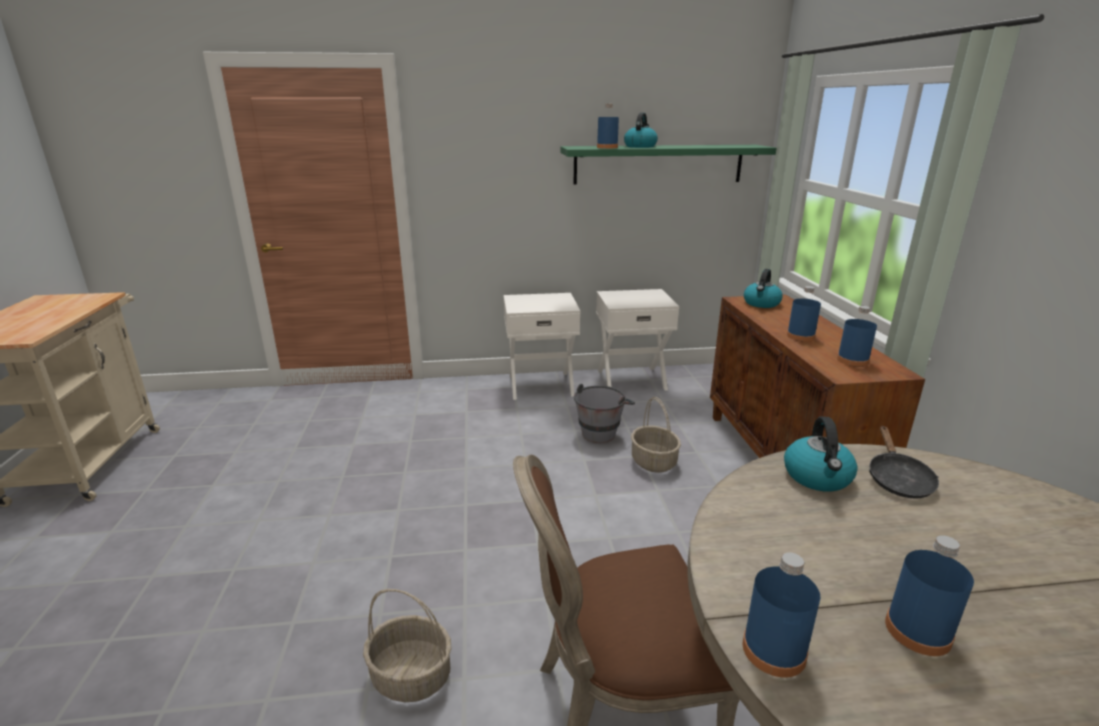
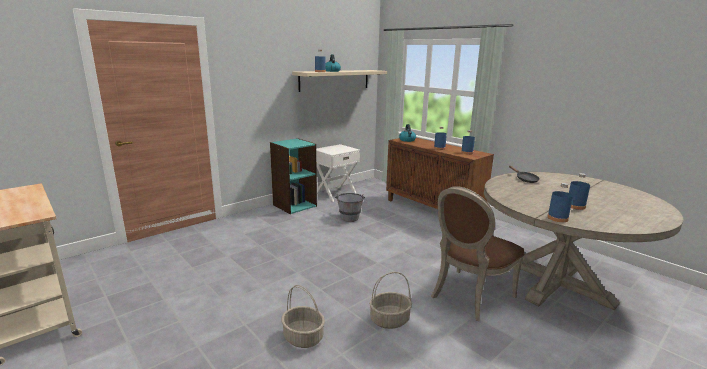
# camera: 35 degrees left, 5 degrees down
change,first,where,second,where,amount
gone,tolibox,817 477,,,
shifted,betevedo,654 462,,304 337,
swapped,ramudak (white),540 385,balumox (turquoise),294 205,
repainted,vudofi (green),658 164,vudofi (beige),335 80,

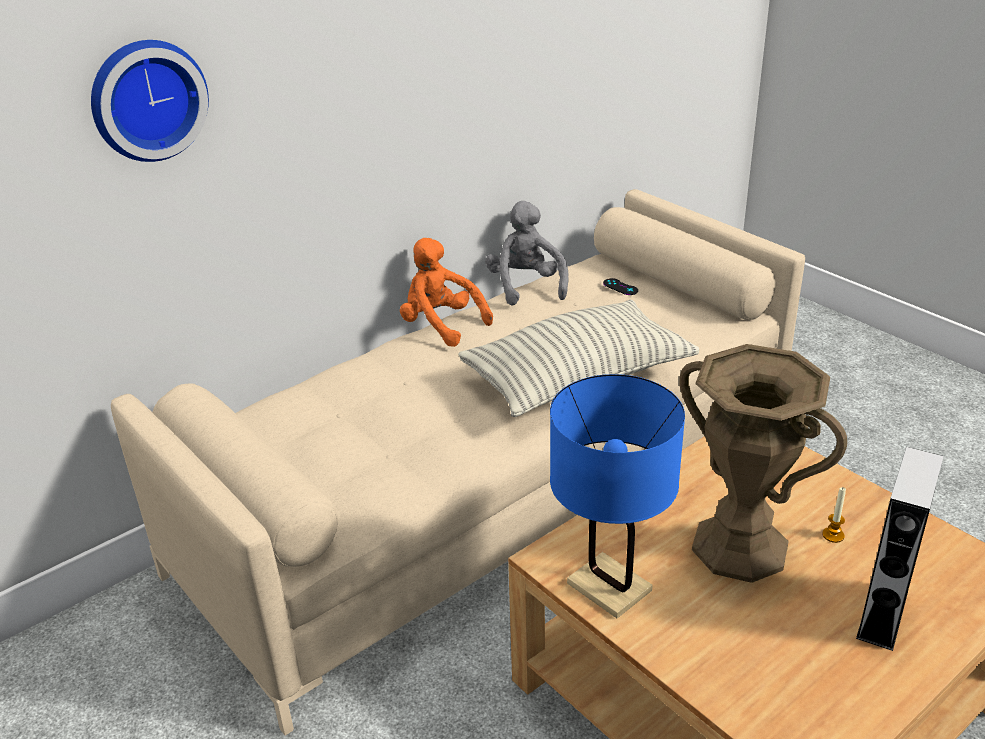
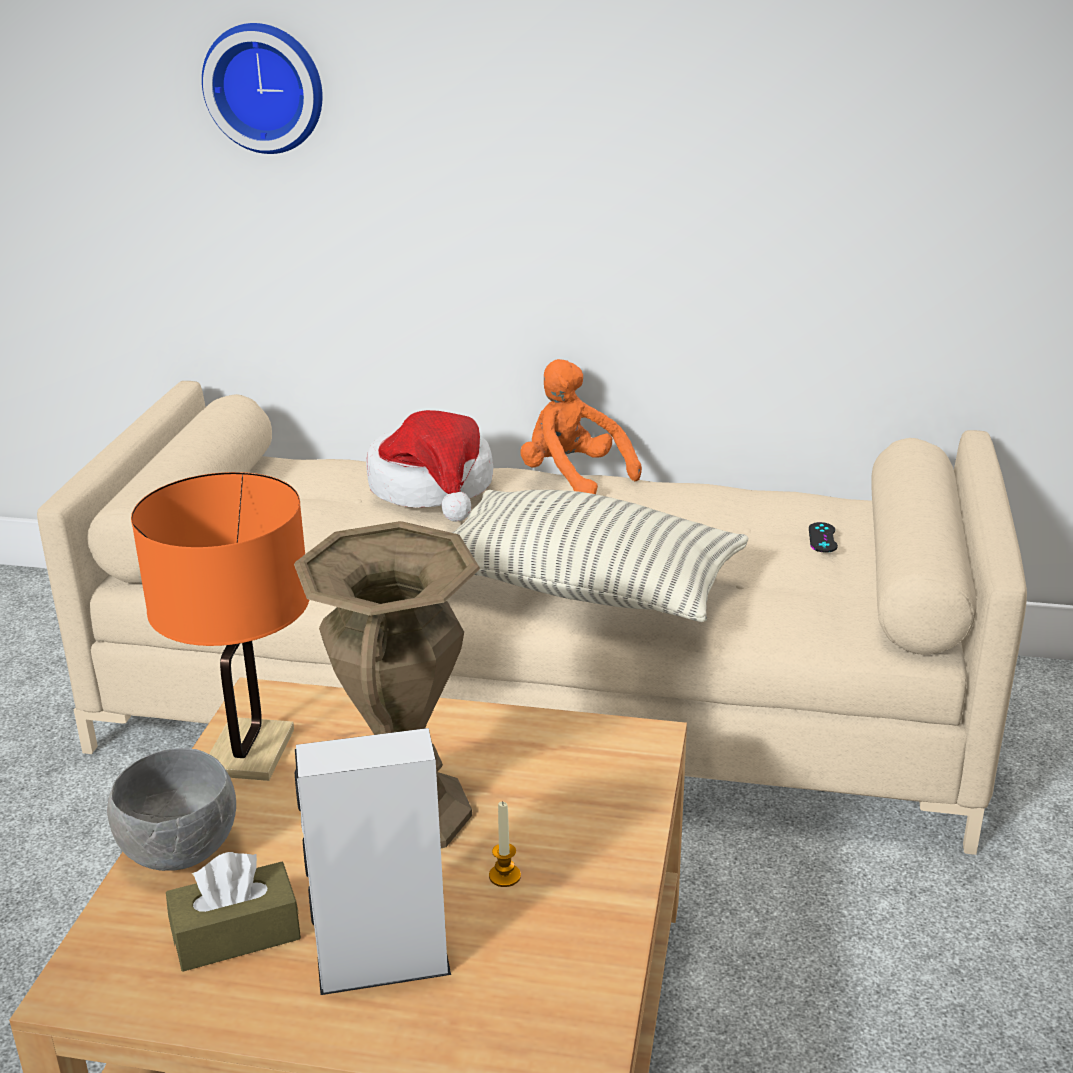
# camera: 50 degrees right, 5 degrees down
change,first,where,second,where,amount
gone,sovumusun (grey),526 286,,,
new,,,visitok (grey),183 851,
new,,,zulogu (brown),236 934,
new,,,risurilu,433 487,
repainted,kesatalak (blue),608 586,kesatalak (orange),249 751,
rotated,sovumusun (orange),441 325,,573 477,45 degrees counterclockwise

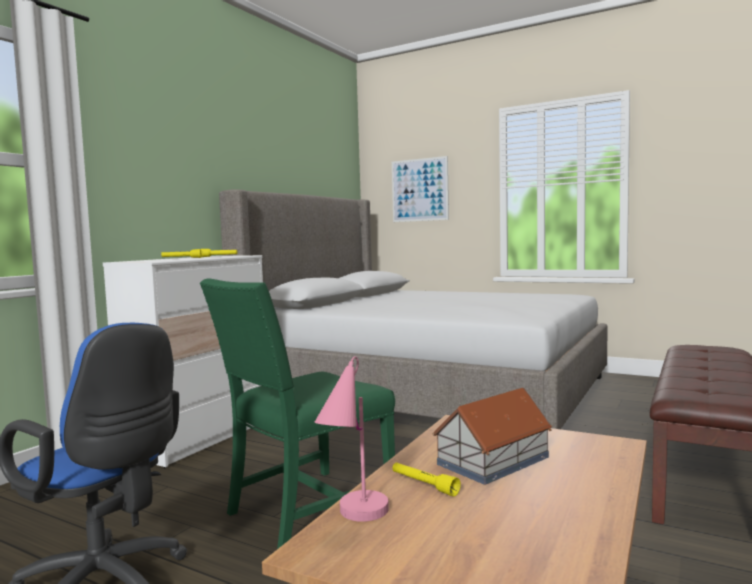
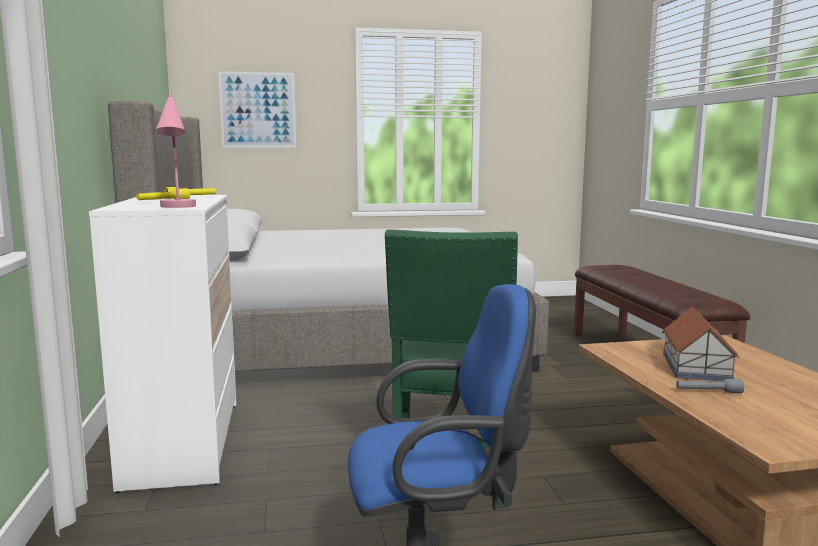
# camera: 40 degrees left, 5 degrees up
change,first,where,second,where,amount
shifted,kesatalak (pink),353 520,,177 207,
repainted,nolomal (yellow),424 485,nolomal (grey),708 392,

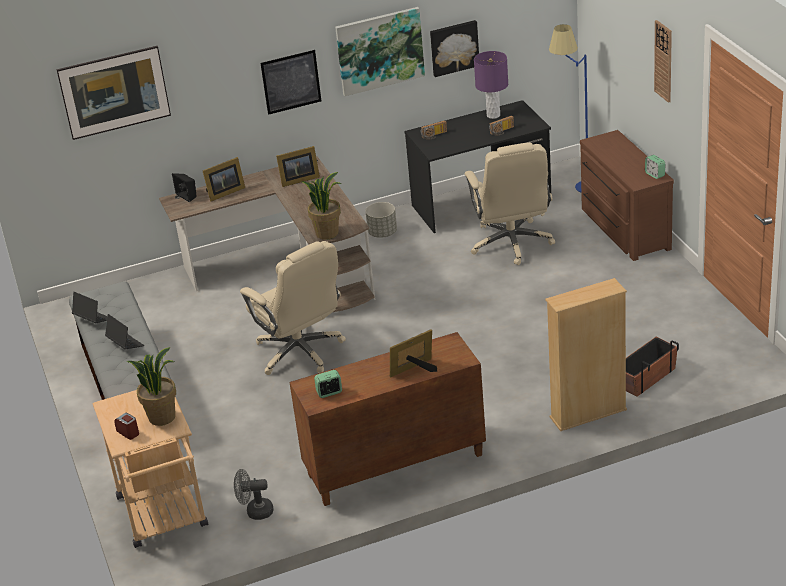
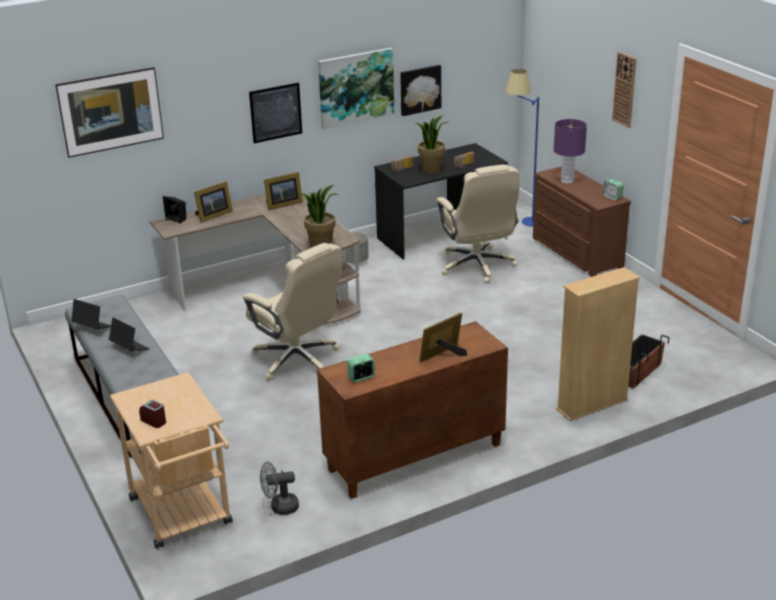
# camera: 10 degrees left, 5 degrees down
change,first,where,second,where,amount
shifted,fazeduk,162 417,,431 170,
shifted,kesatalak (purple),493 115,,567 181,

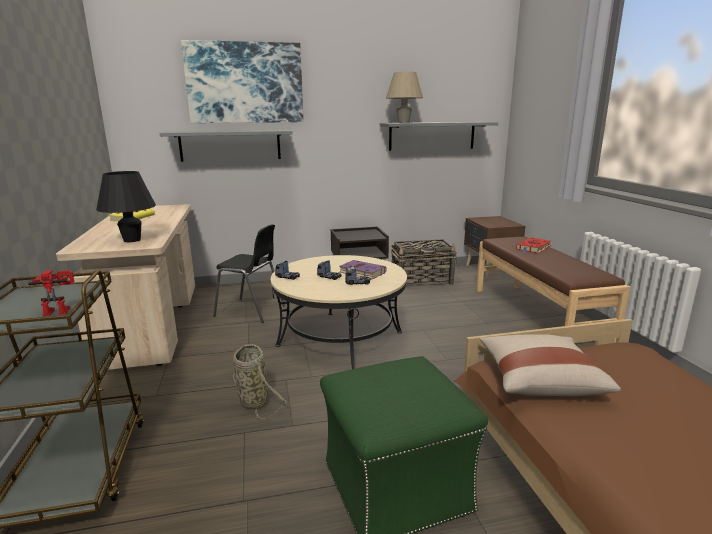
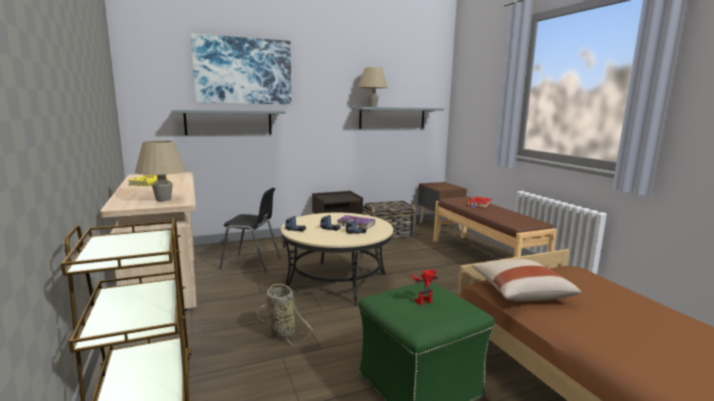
# camera: 10 degrees left, 5 degrees down
change,first,where,second,where,amount
shifted,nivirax,59 310,,423 300,
repainted,kesatalak (black),132 240,kesatalak (beige),163 199,

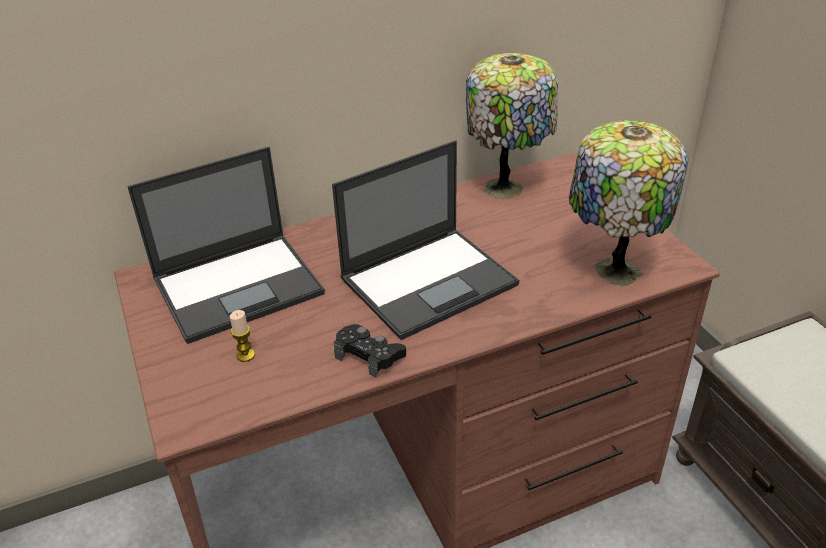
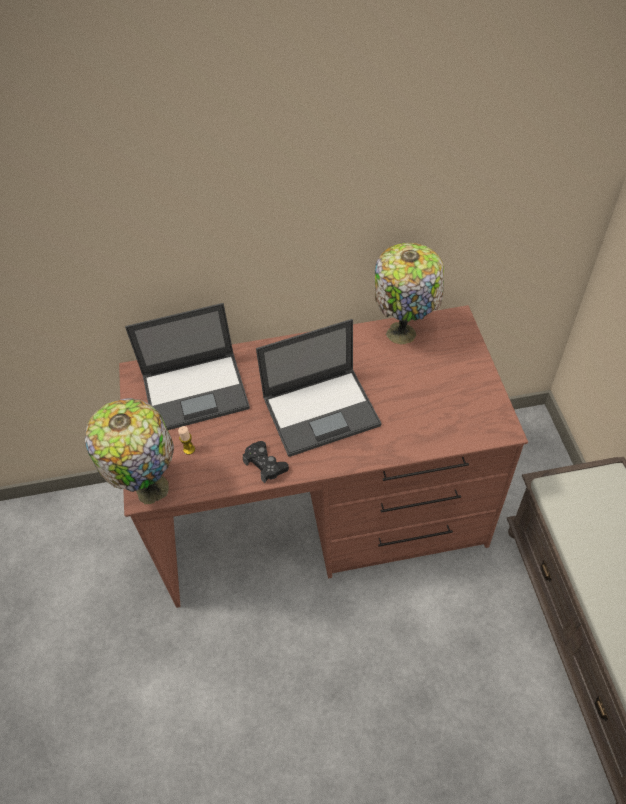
# camera: 15 degrees right, 15 degrees up
change,first,where,second,where,amount
shifted,kesatalak,613 270,,149 487,

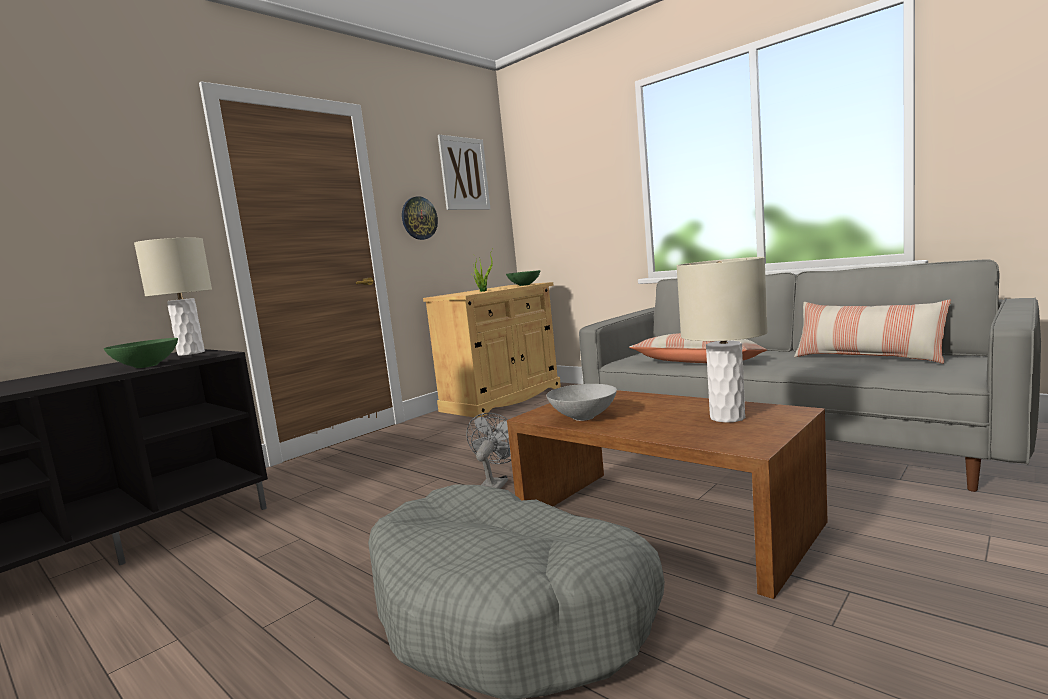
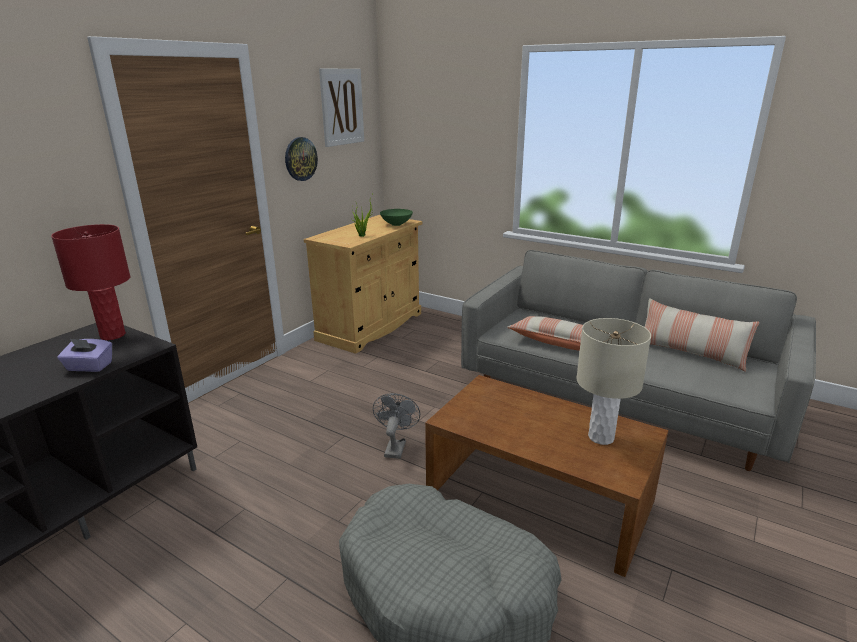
# camera: 10 degrees left, 15 degrees up
change,first,where,second,where,amount
gone,visitok (grey),583 417,,,
swapped,visitok (green),147 366,zulogu (purple),89 367,
repainted,kesatalak (beige),191 353,kesatalak (red),113 335,

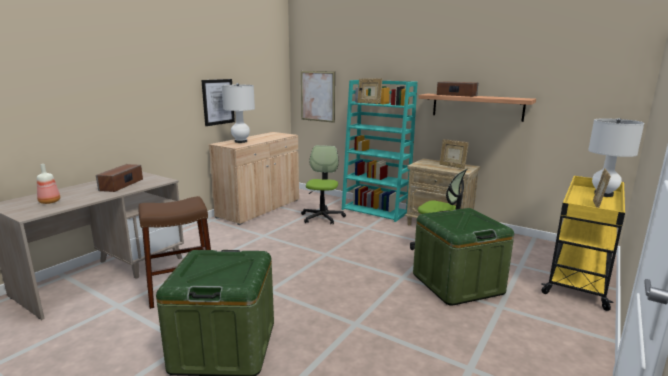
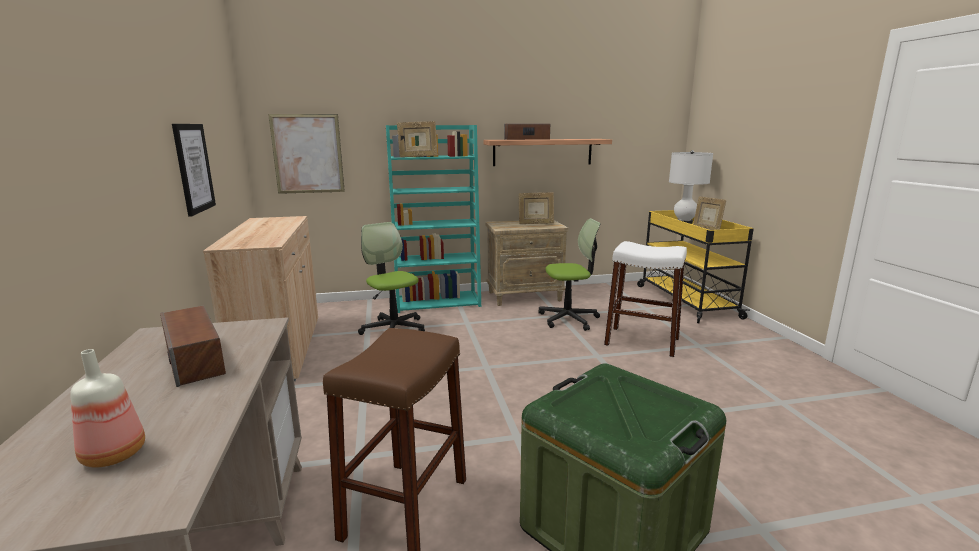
# camera: 45 degrees left, 0 degrees up
change,first,where,second,where,amount
gone,kesatalak (white),241 141,,,
swapped,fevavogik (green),457 283,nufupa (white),641 341,

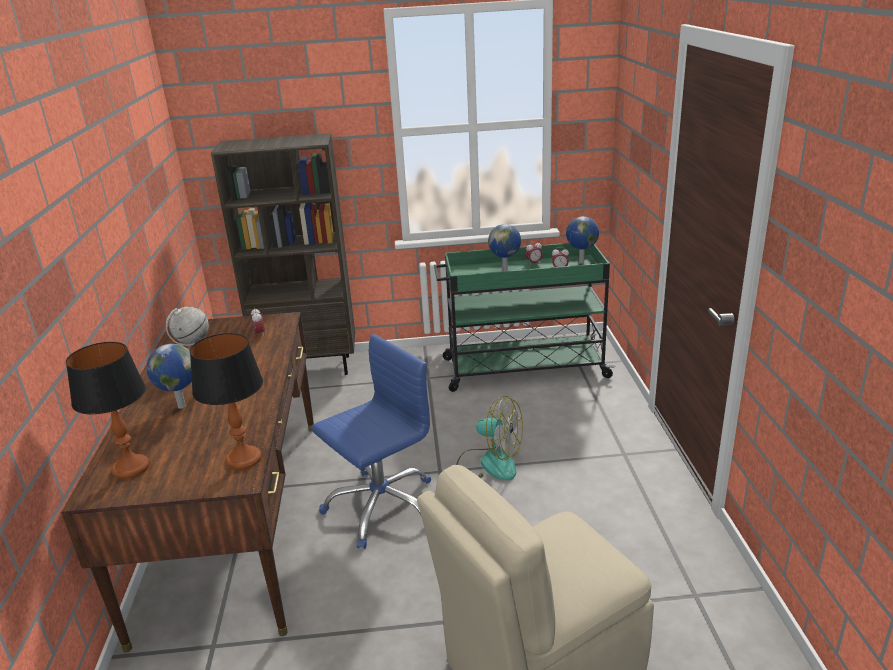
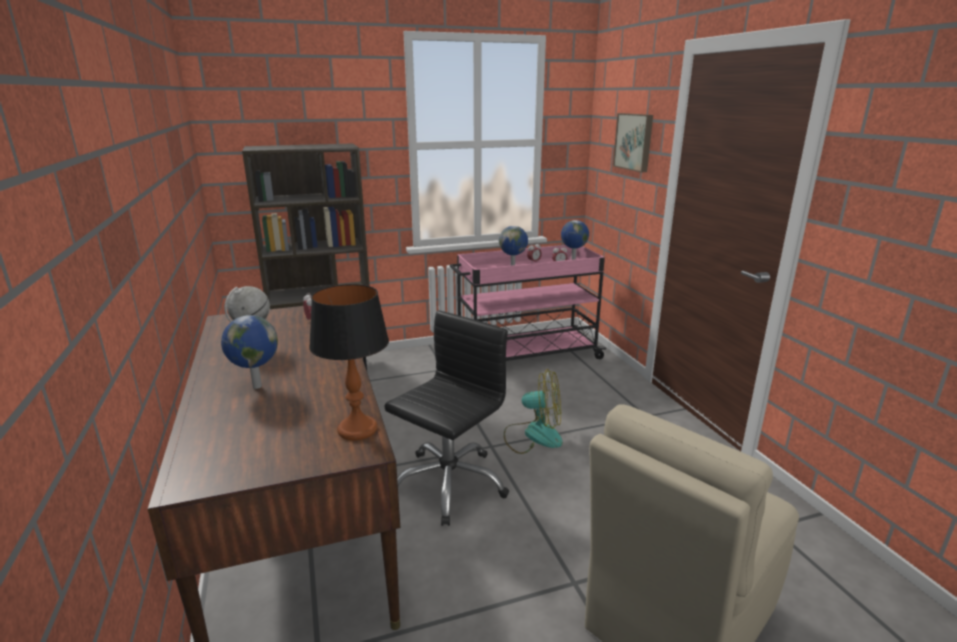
# camera: 15 degrees left, 5 degrees down
change,first,where,second,where,amount
gone,kesatalak,131 467,,,
new,,,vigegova,634 142,
repainted,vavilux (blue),381 506,vavilux (black),449 483,
repainted,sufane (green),522 368,sufane (pink),525 356,

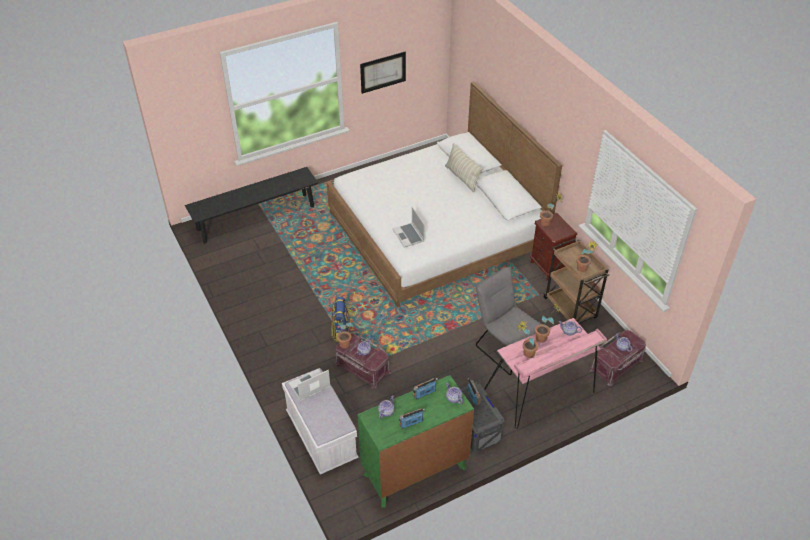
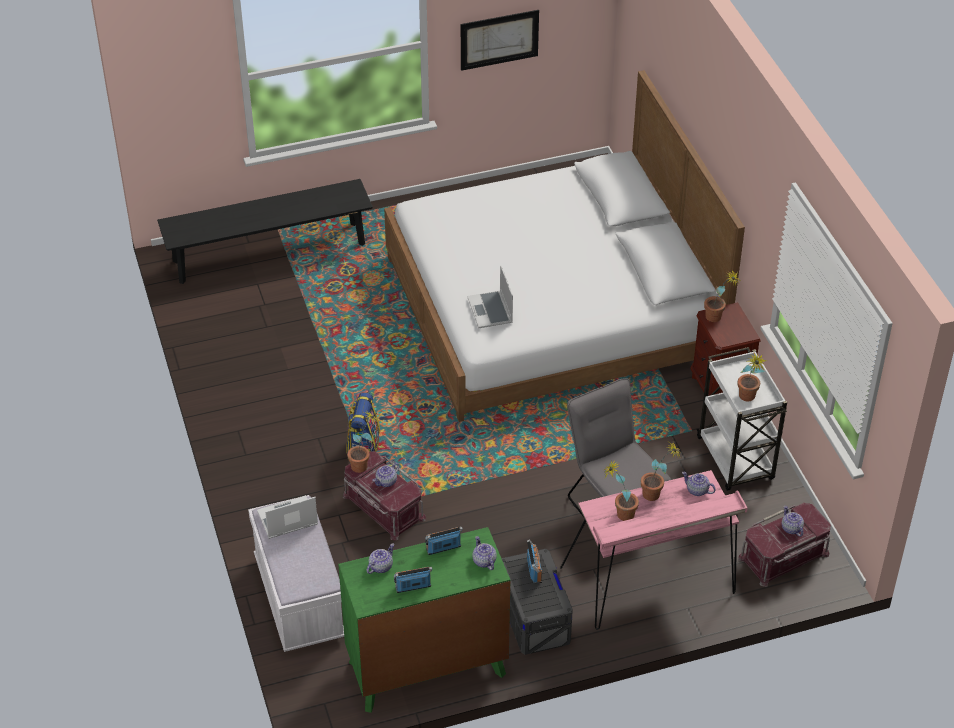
# camera: 10 degrees right, 0 degrees up
change,first,where,second,where,amount
gone,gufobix,462 178,,,
repainted,sufane (brown),570 309,sufane (white),736 460,

